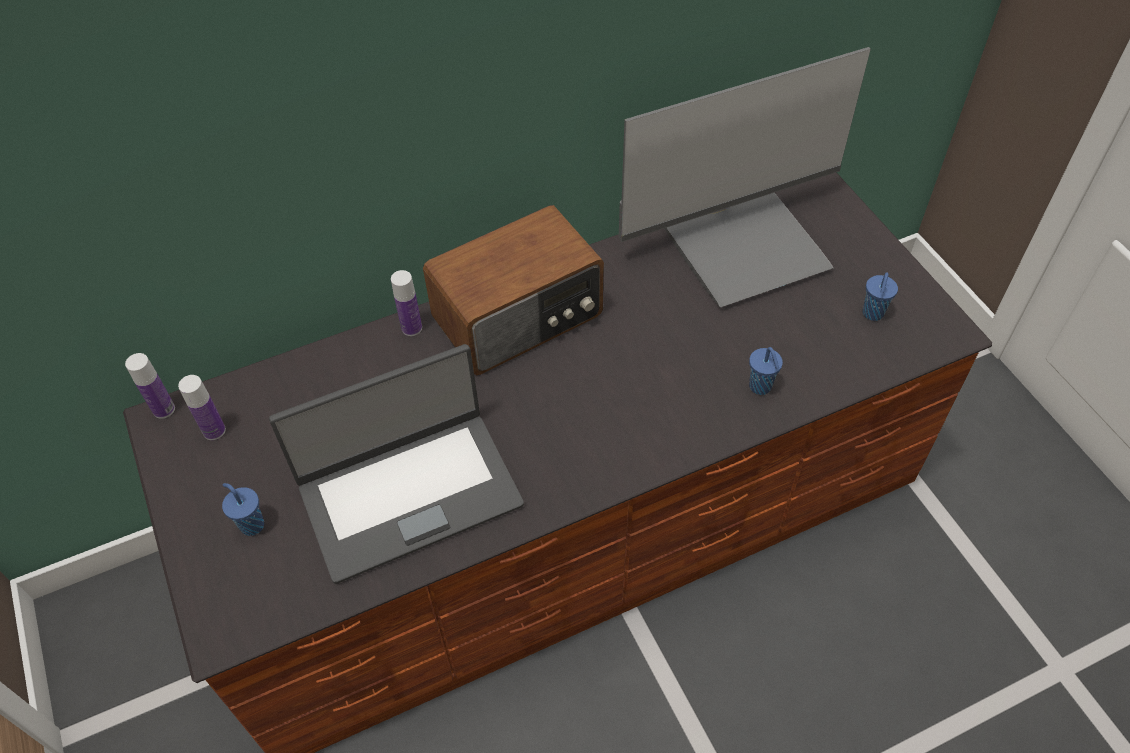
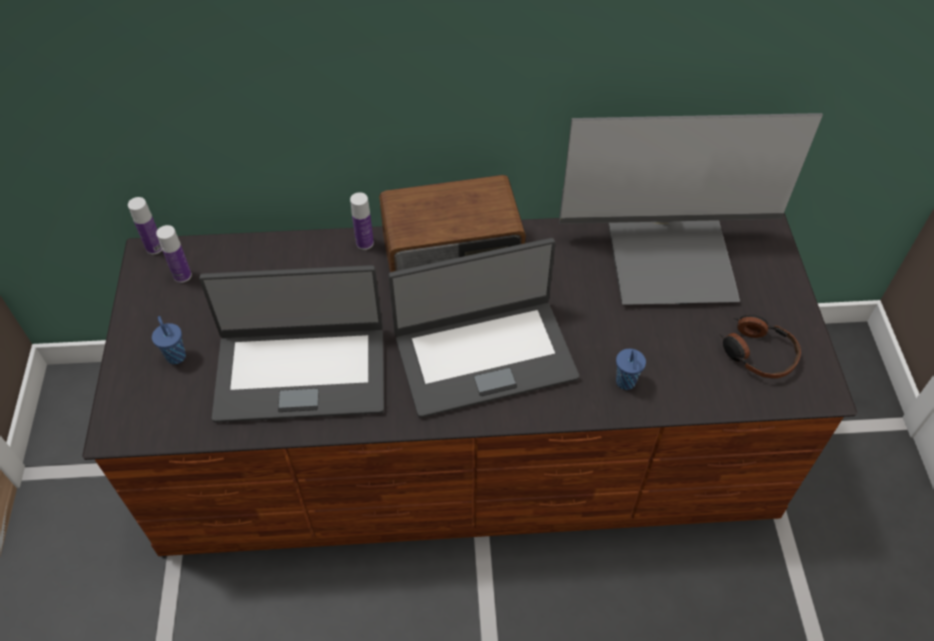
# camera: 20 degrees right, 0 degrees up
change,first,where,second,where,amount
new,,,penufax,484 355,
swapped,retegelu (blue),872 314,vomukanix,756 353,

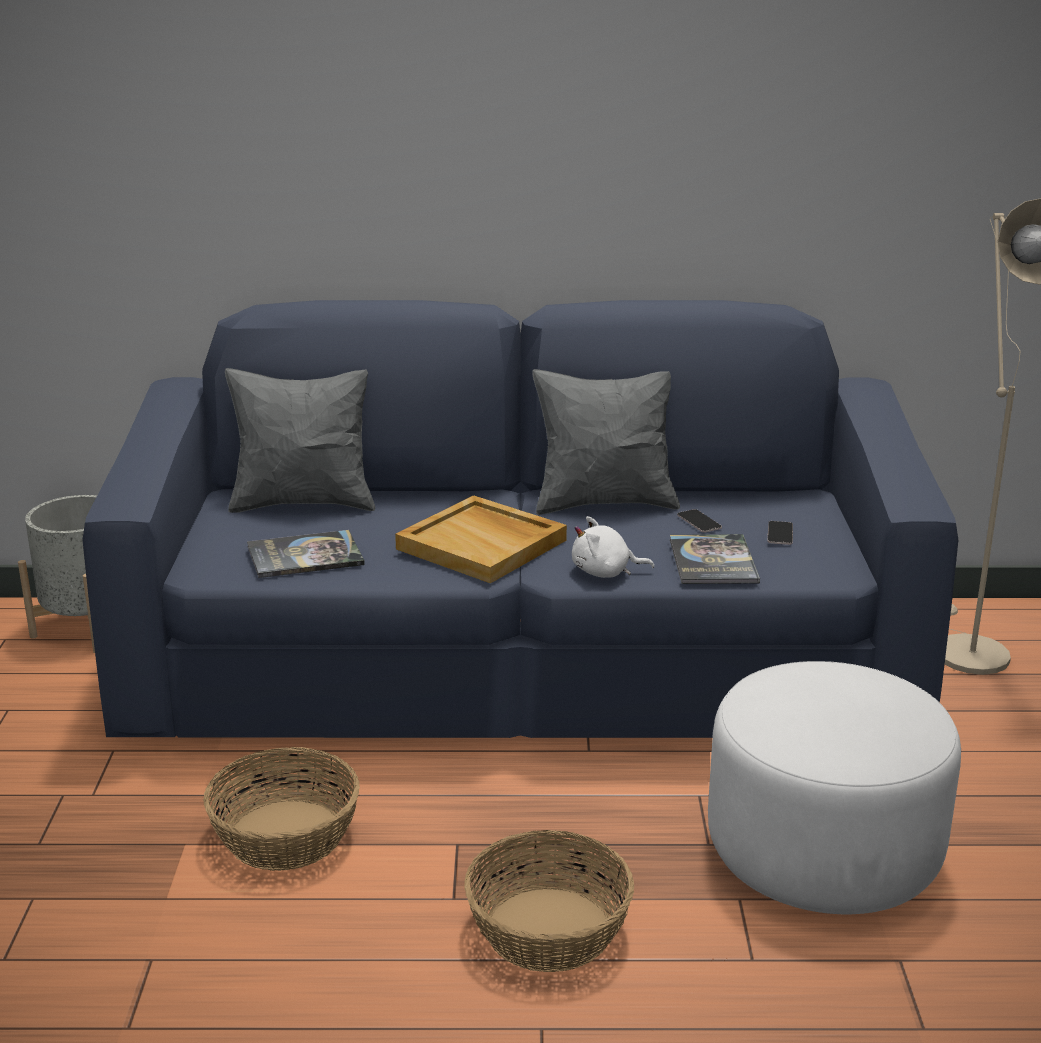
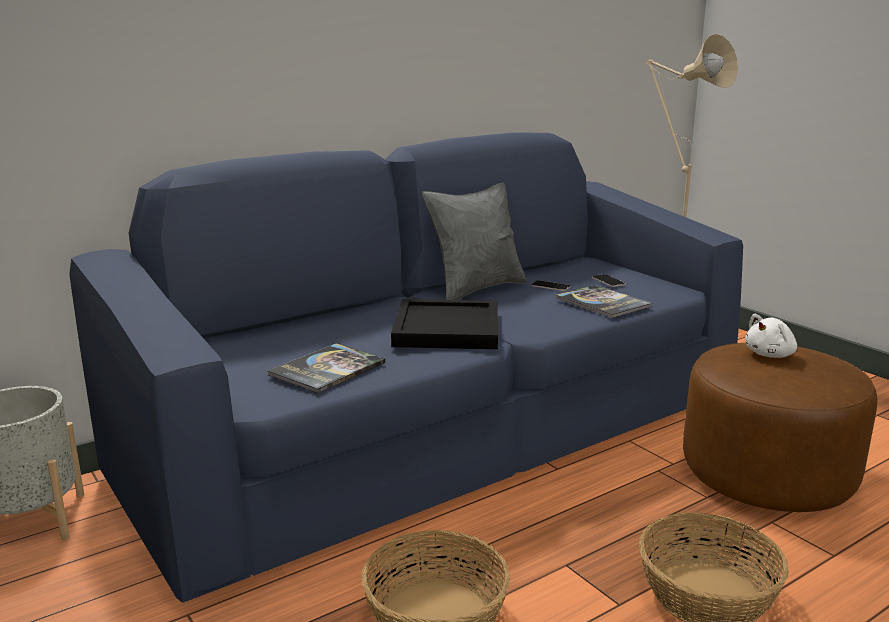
# camera: 35 degrees left, 5 degrees down
change,first,where,second,where,amount
gone,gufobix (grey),304 503,,,
shifted,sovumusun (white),605 572,,771 355,
repainted,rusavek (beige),483 544,rusavek (black),448 329,
repainted,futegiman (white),822 852,futegiman (brown),766 475,

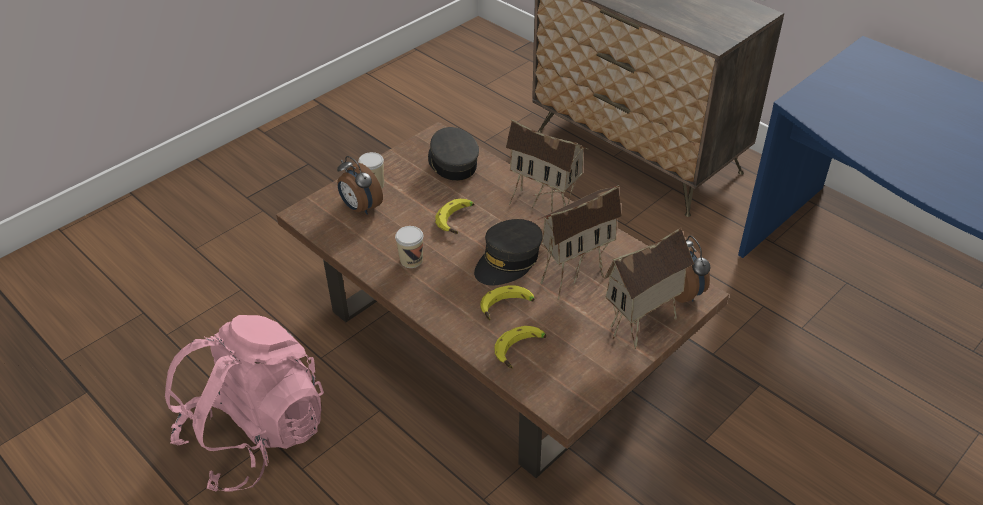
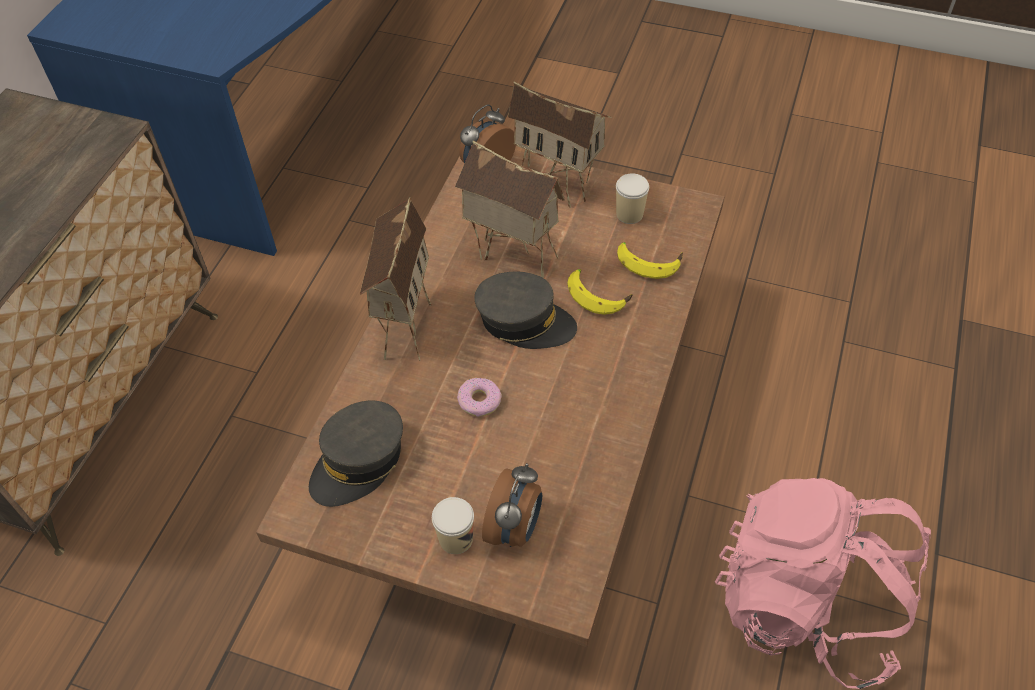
# camera: 115 degrees left, 10 degrees up
change,first,where,second,where,amount
shifted,retegelu,411 260,,629 214,
swapped,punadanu,457 220,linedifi,479 401,

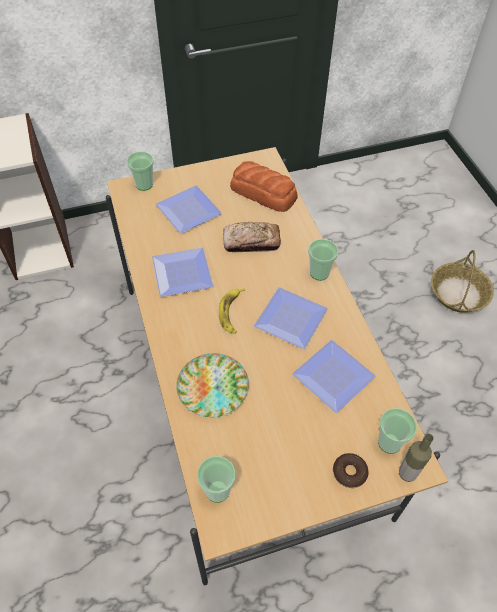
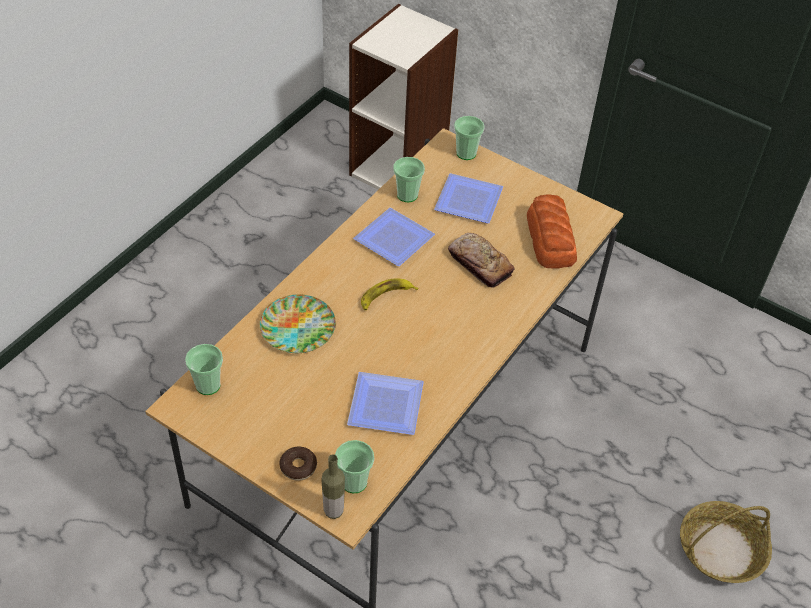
# camera: 50 degrees right, 5 degrees down
change,first,where,second,where,amount
gone,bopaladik,288 320,,,
shifted,retegelu,319 273,,407 195,

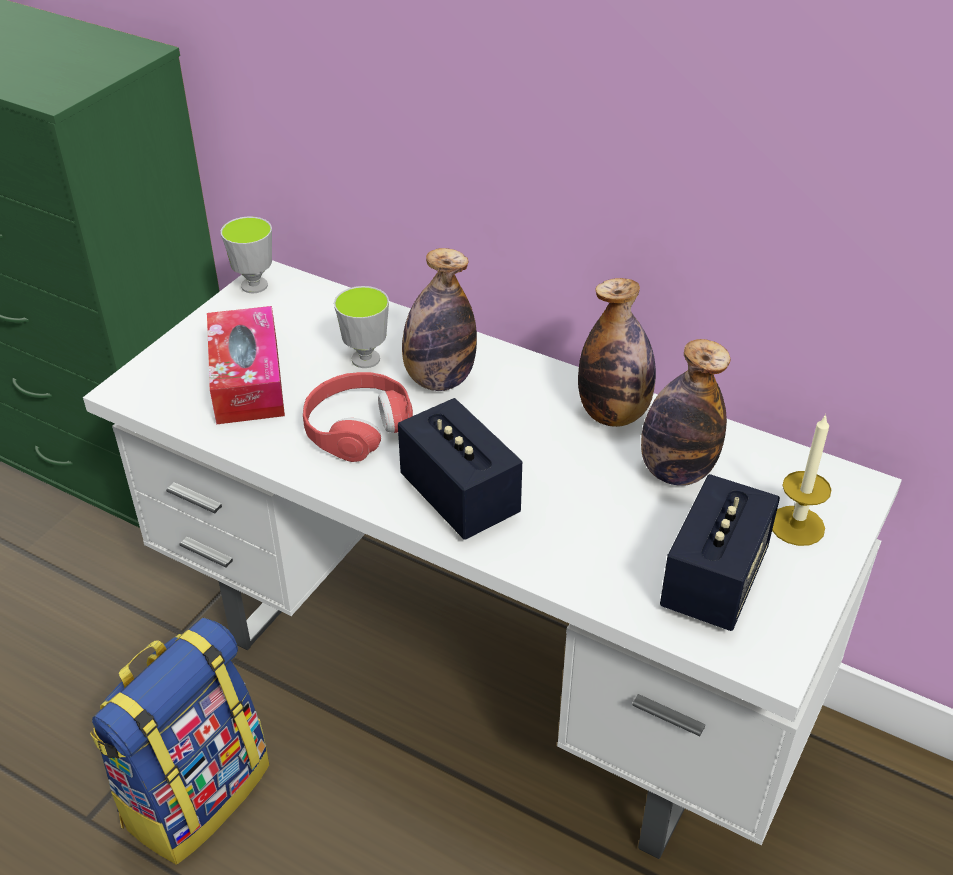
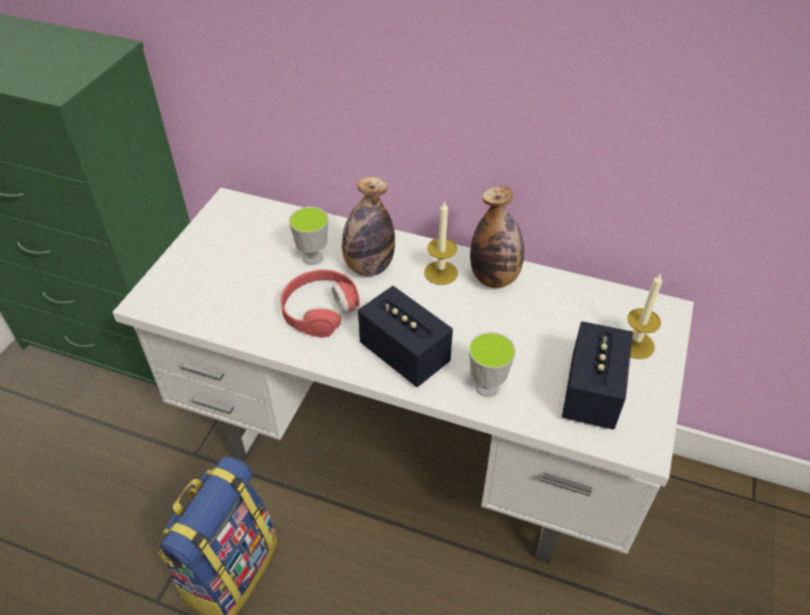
# camera: 10 degrees left, 5 degrees up
change,first,where,second,where,amount
gone,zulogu,247 380,,,
gone,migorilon,676 471,,,
new,,,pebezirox,440 273,
shifted,retegelu,254 285,,487 387,

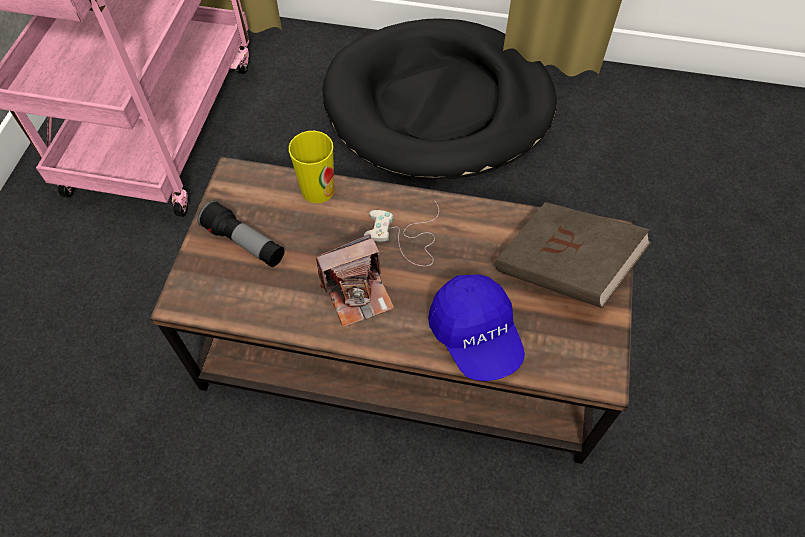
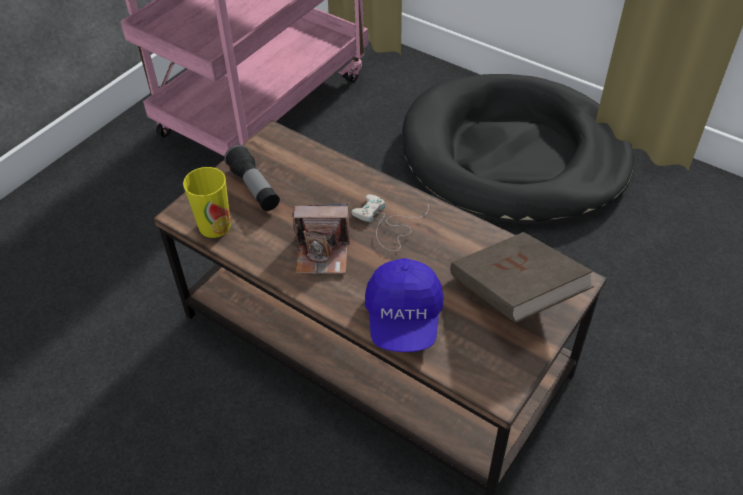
# camera: 25 degrees right, 10 degrees down
change,first,where,second,where,amount
shifted,retegelu,318 190,,214 226,

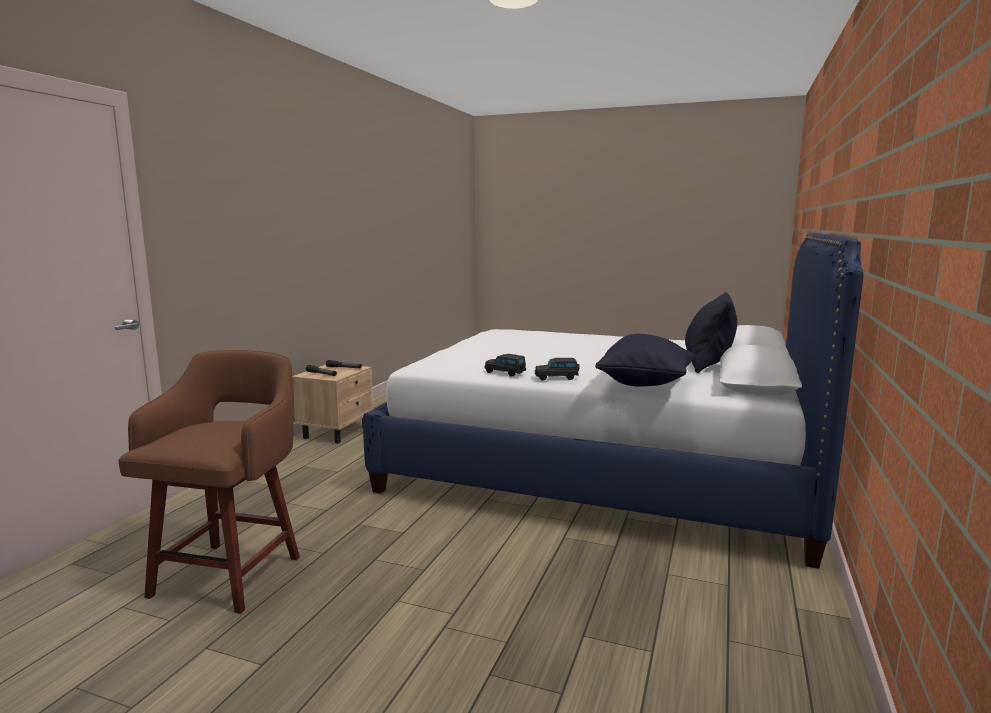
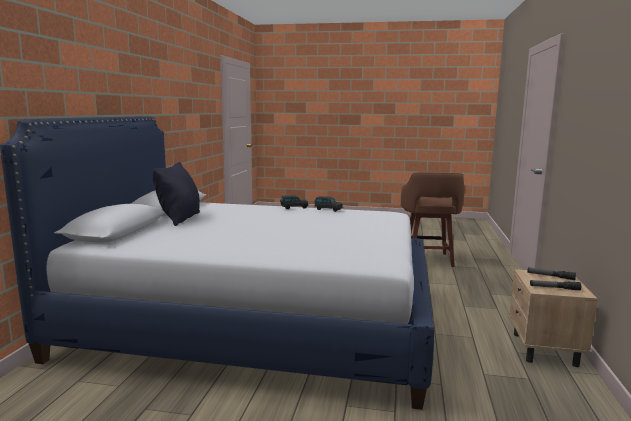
# camera: 170 degrees right, 0 degrees up
change,first,where,second,where,amount
gone,gufobix (black),645 384,,,

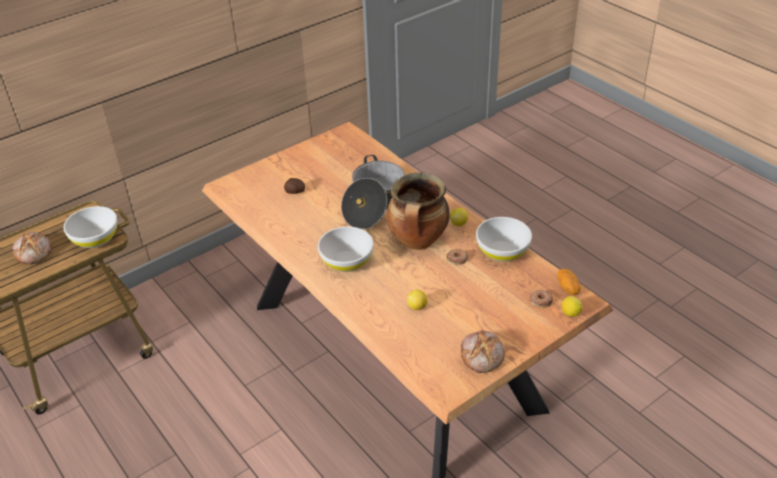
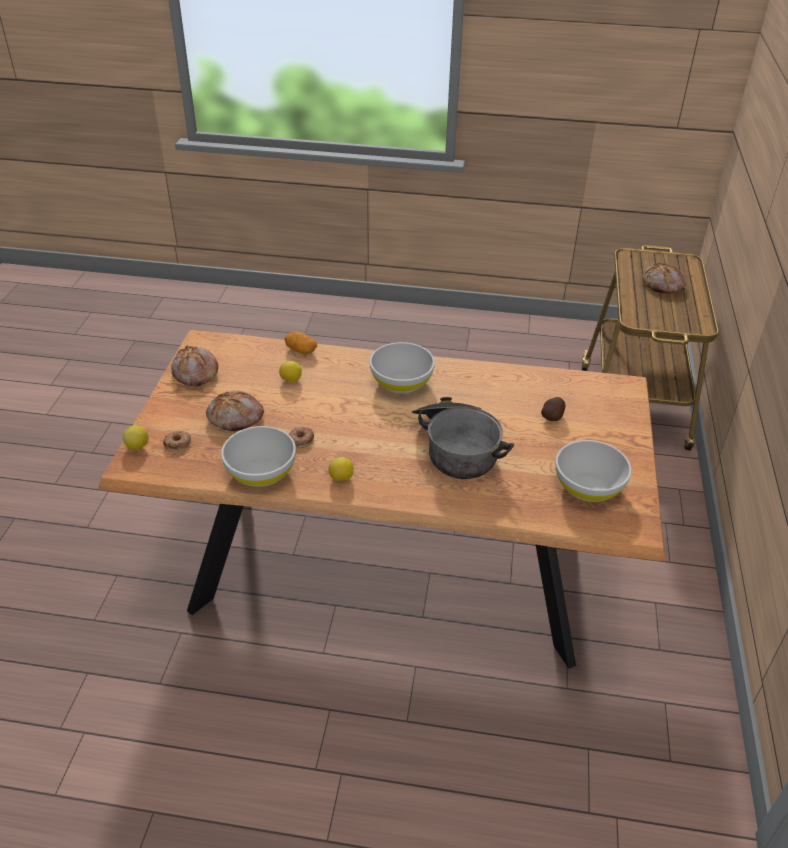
# camera: 135 degrees right, 0 degrees up
change,first,where,second,where,amount
gone,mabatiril,418 242,,,
new,,,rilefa,236 418,
shifted,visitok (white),95 238,,588 487,
shifted,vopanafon,568 288,,301 350,

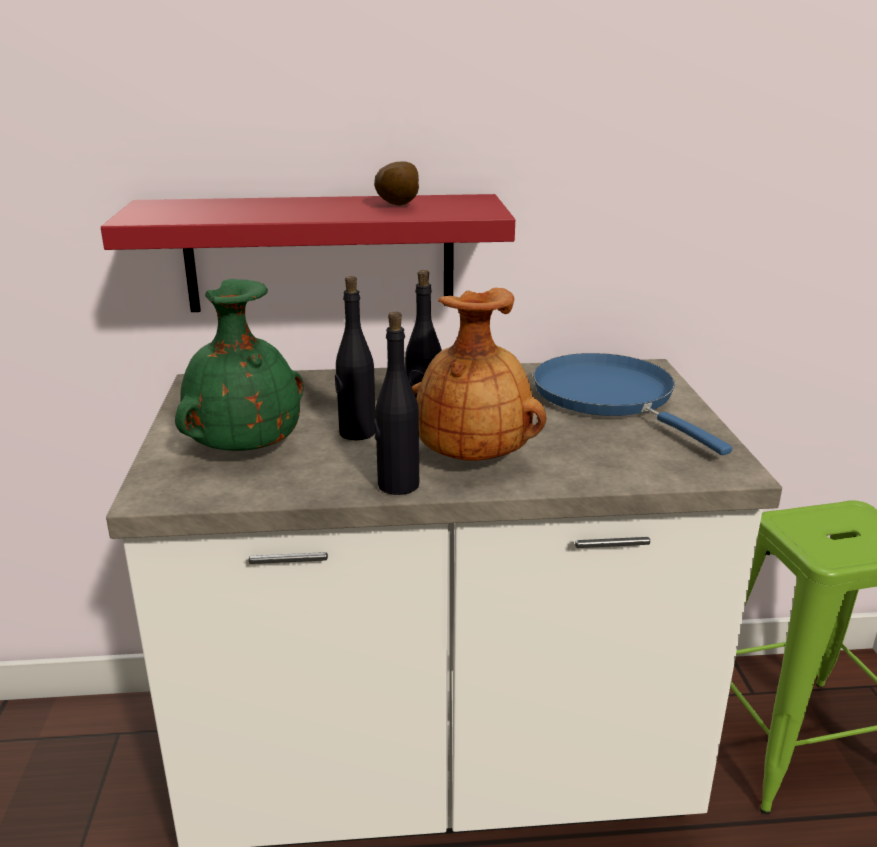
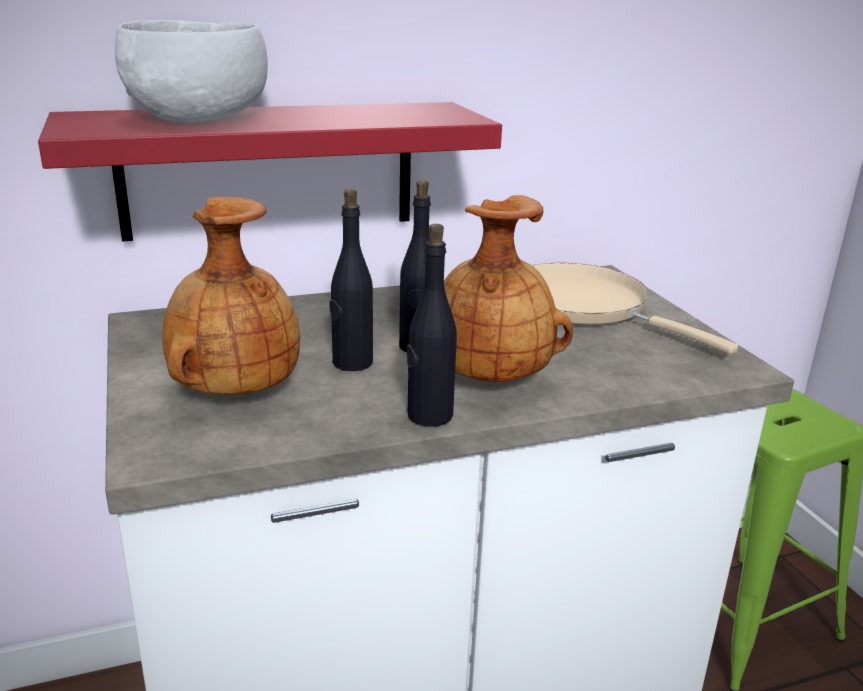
# camera: 15 degrees left, 0 degrees up
change,first,where,second,where,amount
gone,vopanafon,397 206,,,
new,,,visitok (white),200 118,
repainted,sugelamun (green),244 448,sugelamun (brown),234 390,
repainted,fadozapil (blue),610 397,fadozapil (beige),585 306,

